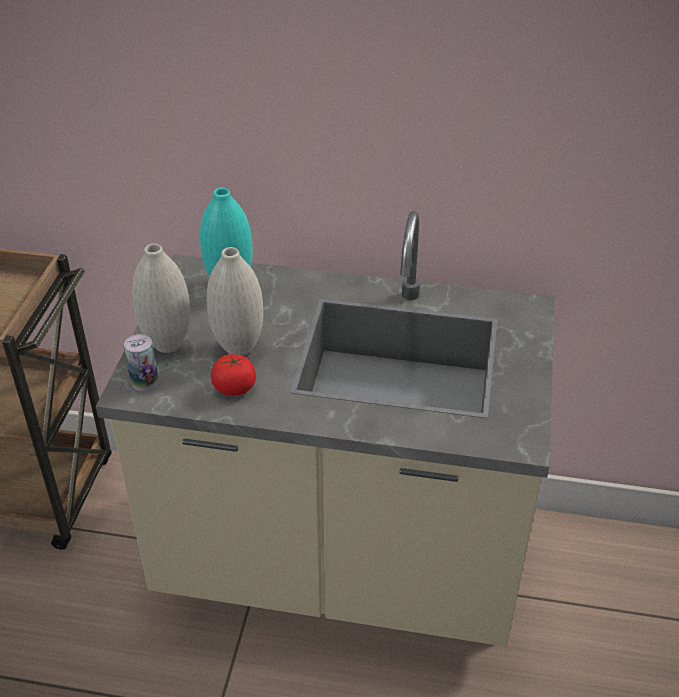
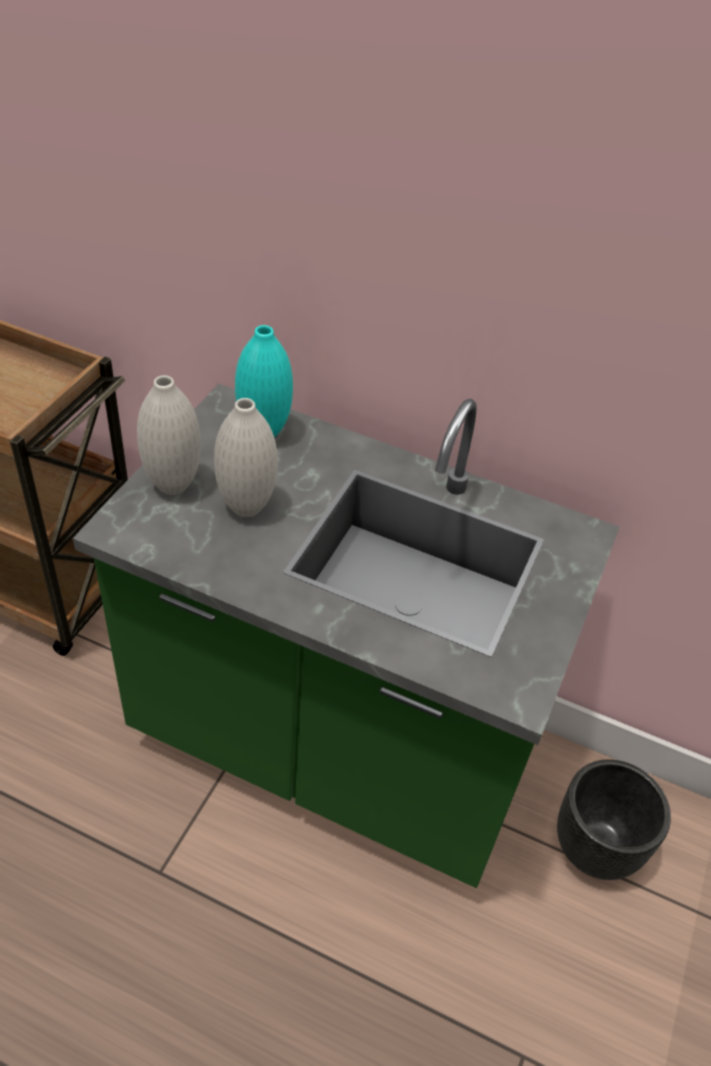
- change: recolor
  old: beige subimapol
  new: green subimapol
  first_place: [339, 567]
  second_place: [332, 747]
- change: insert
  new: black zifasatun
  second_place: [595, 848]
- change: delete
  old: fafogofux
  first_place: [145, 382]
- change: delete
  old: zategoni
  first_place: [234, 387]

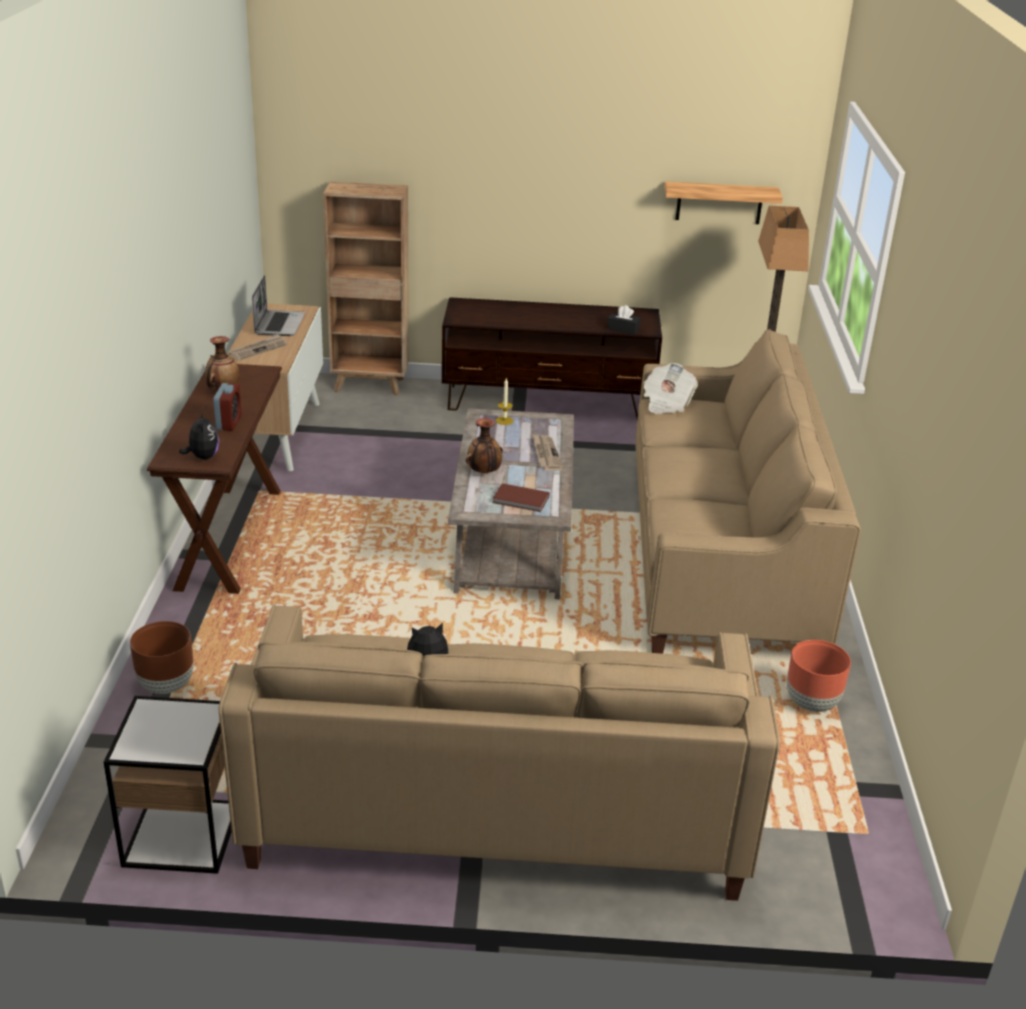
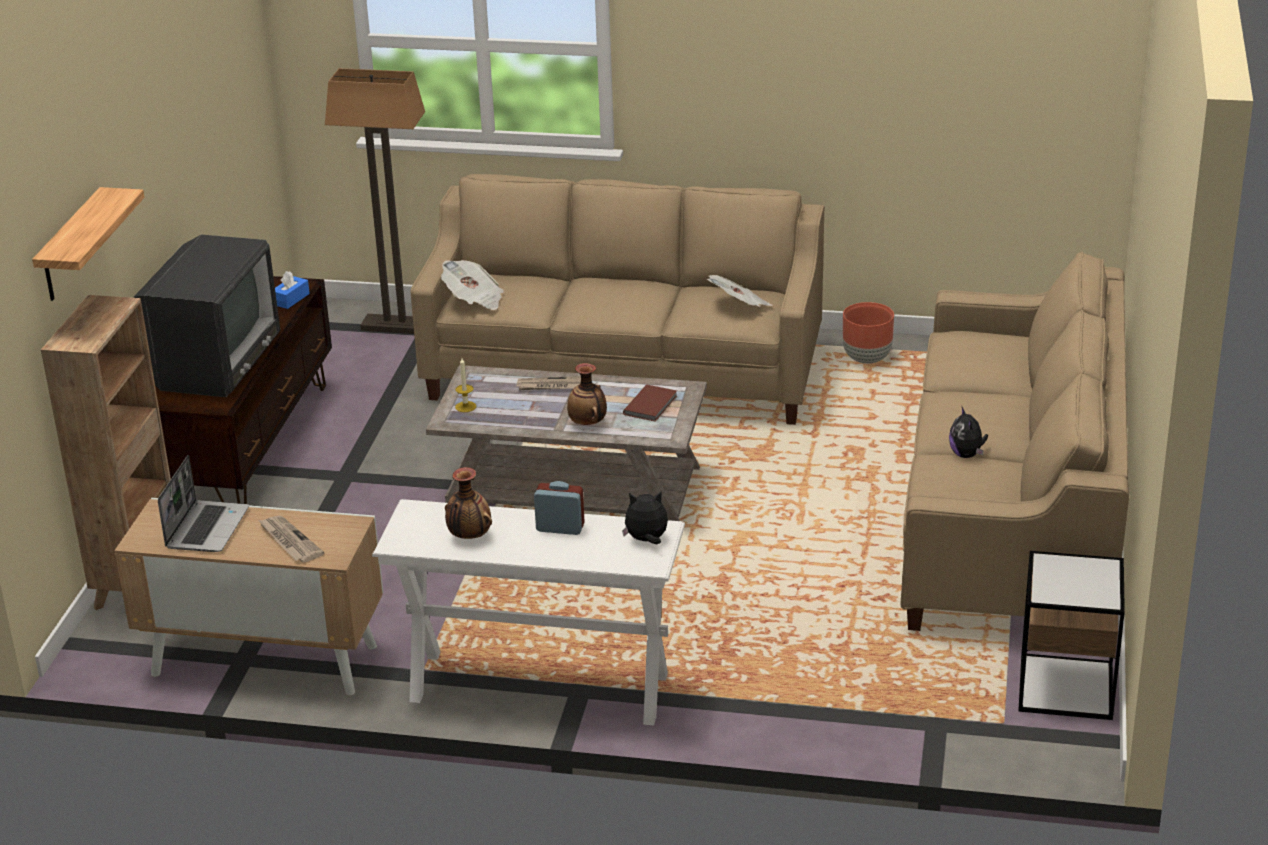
- change: move
  old: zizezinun
  first_place: [719, 203]
  second_place: [71, 247]
- change: insert
  new: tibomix
  second_place: [216, 359]
- change: rotate
  old: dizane
  first_place: [279, 324]
  second_place: [207, 528]
  degrees: 90
- change: recolor
  old: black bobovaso
  new: blue bobovaso
  first_place: [623, 329]
  second_place: [291, 299]
- change: recolor
  old: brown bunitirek
  new: white bunitirek
  first_place: [230, 538]
  second_place: [539, 687]
- change: insert
  new: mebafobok
  second_place: [739, 307]
- change: delete
  old: brown zifasatun
  first_place: [166, 685]

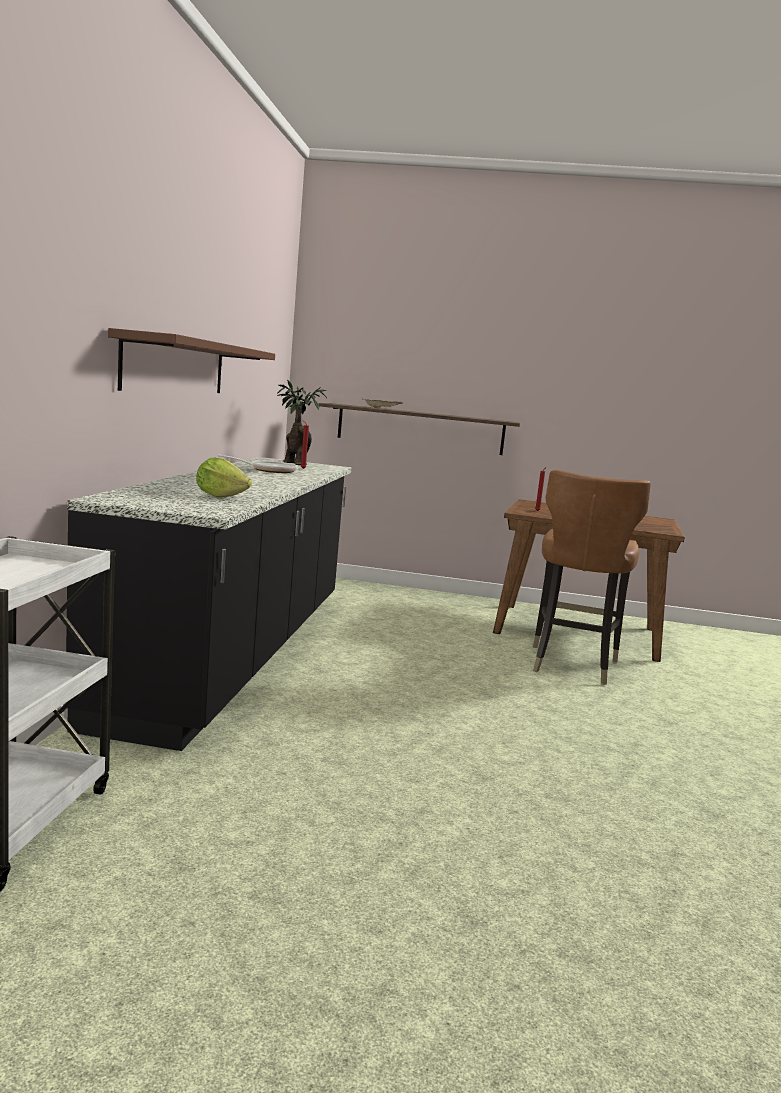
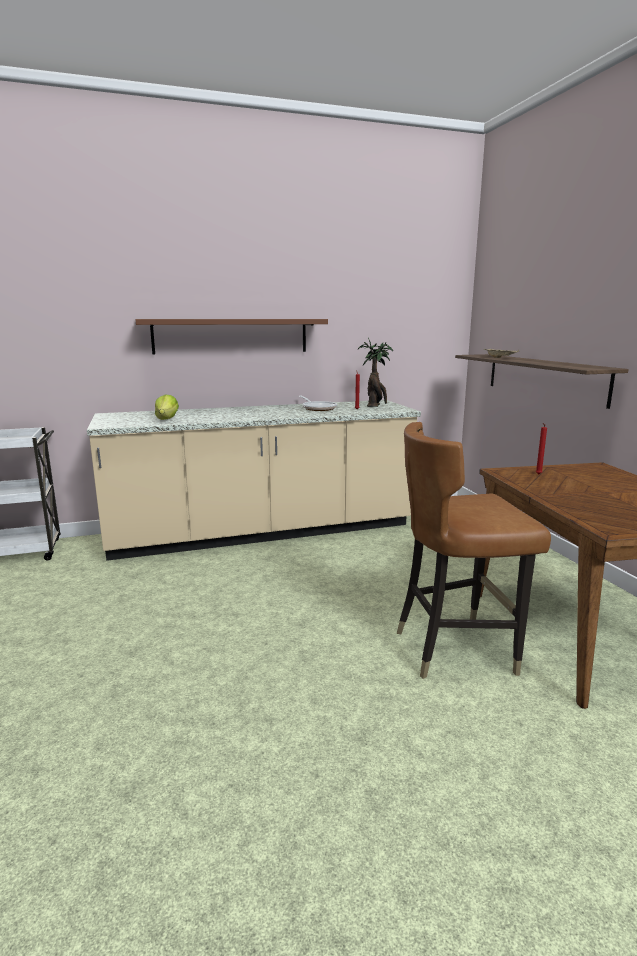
- change: recolor
  old: black subimapol
  new: beige subimapol
  first_place: [236, 653]
  second_place: [263, 532]

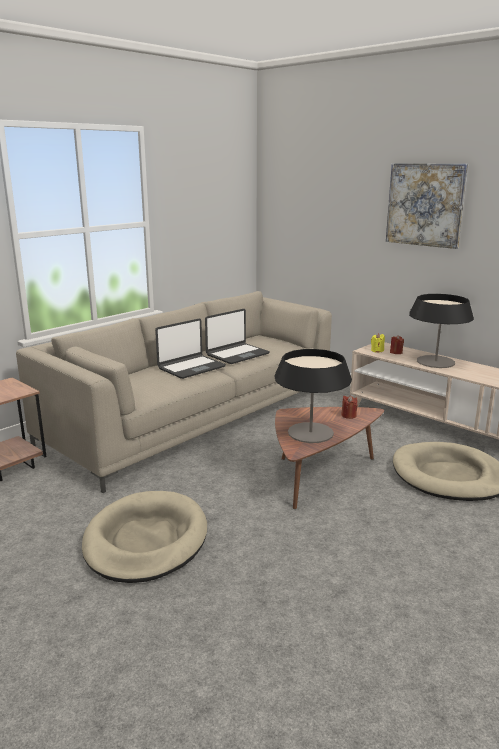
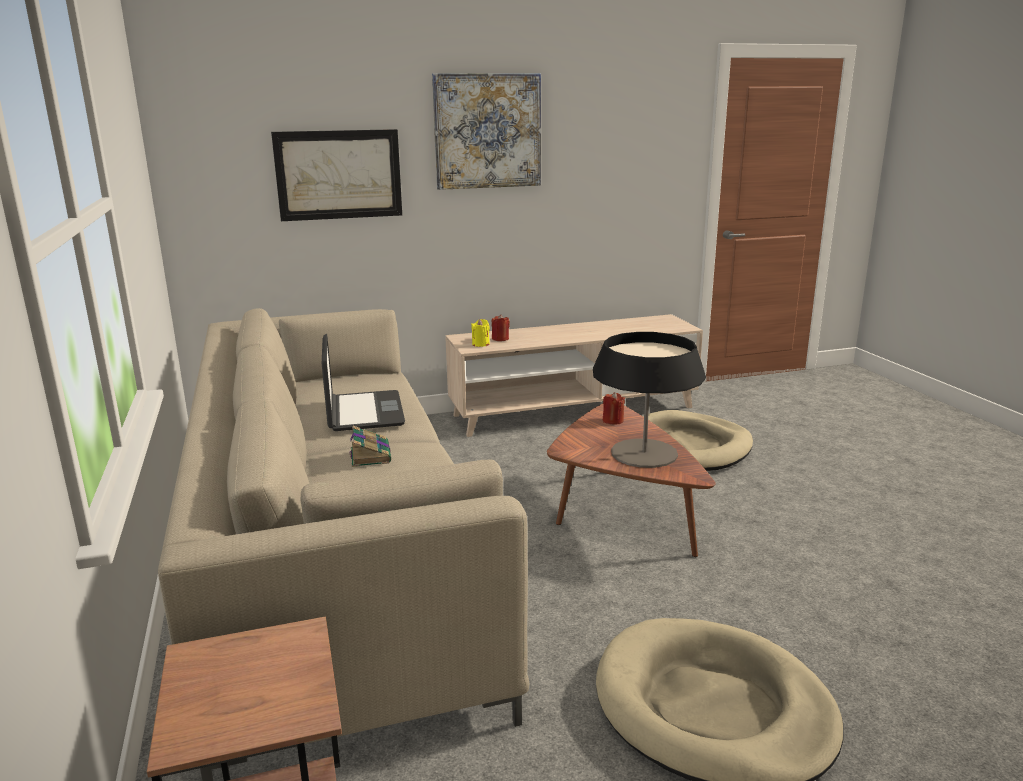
- change: insert
  new: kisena
  second_place: [338, 174]
- change: replace
  old: dizane
  new: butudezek
  first_place: [191, 367]
  second_place: [370, 455]
- change: delete
  old: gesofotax
  first_place: [435, 362]

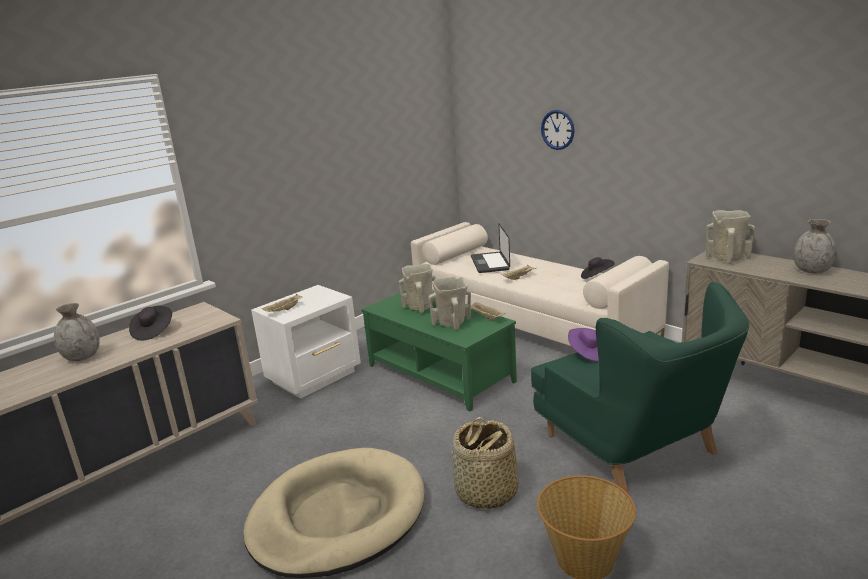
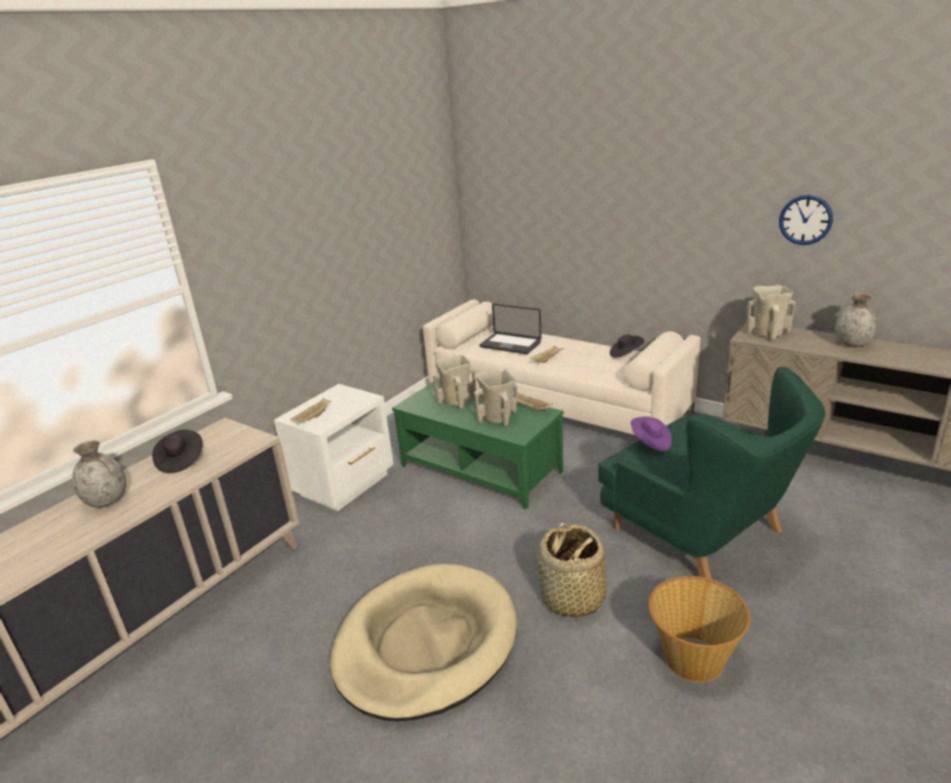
- change: rotate
  old: dizane
  first_place: [490, 263]
  second_place: [510, 345]
  degrees: -45
- change: move
  old: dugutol
  first_place: [557, 129]
  second_place: [805, 220]

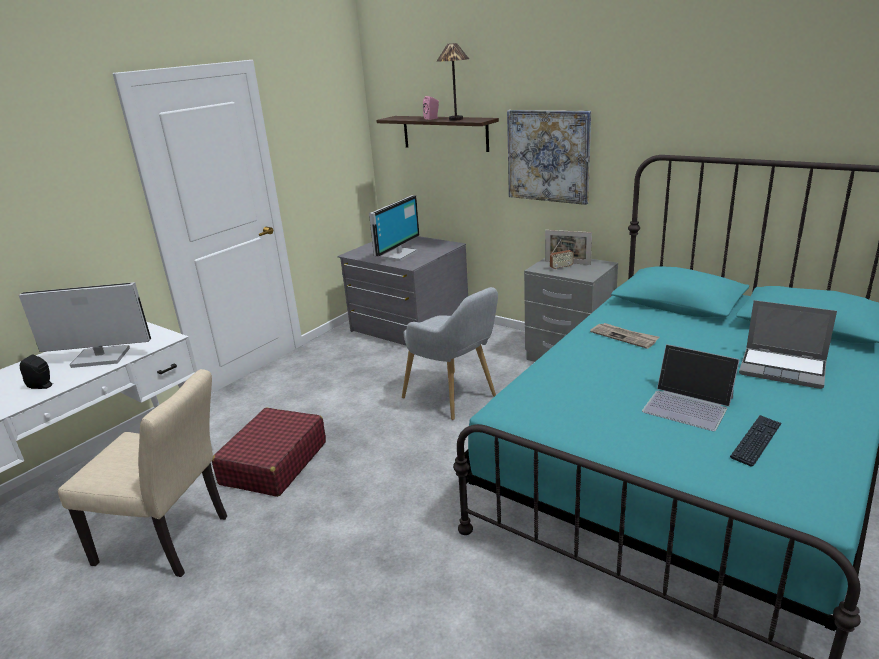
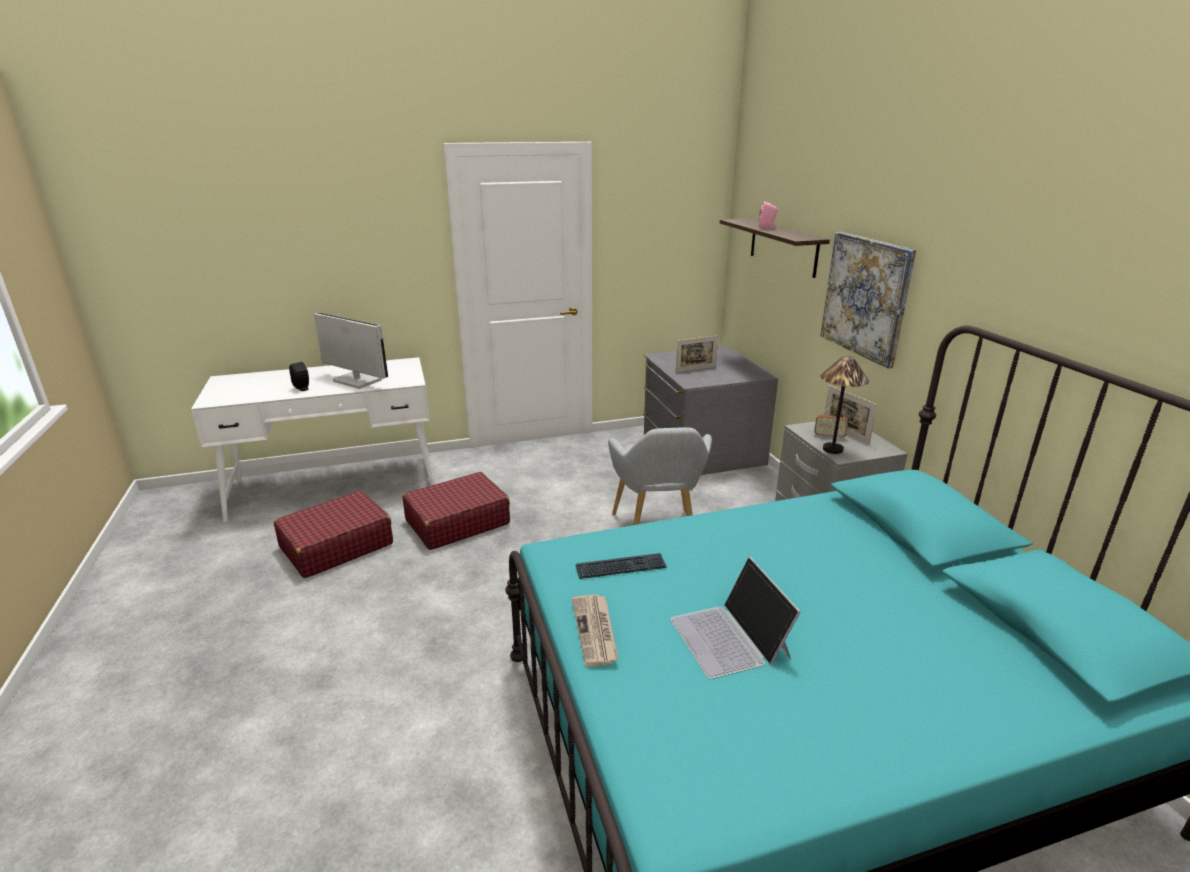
- change: replace
  old: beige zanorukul
  new: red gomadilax
  first_place: [171, 541]
  second_place: [336, 546]
- change: move
  old: mebafobok
  first_place: [624, 337]
  second_place: [595, 631]
- change: move
  old: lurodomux
  first_place: [756, 441]
  second_place: [621, 567]
- change: replace
  old: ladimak
  new: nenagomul
  first_place: [398, 255]
  second_place: [695, 369]
- change: move
  old: gesofotax
  first_place: [455, 119]
  second_place: [832, 449]
- change: delete
  old: dizane
  first_place: [783, 369]

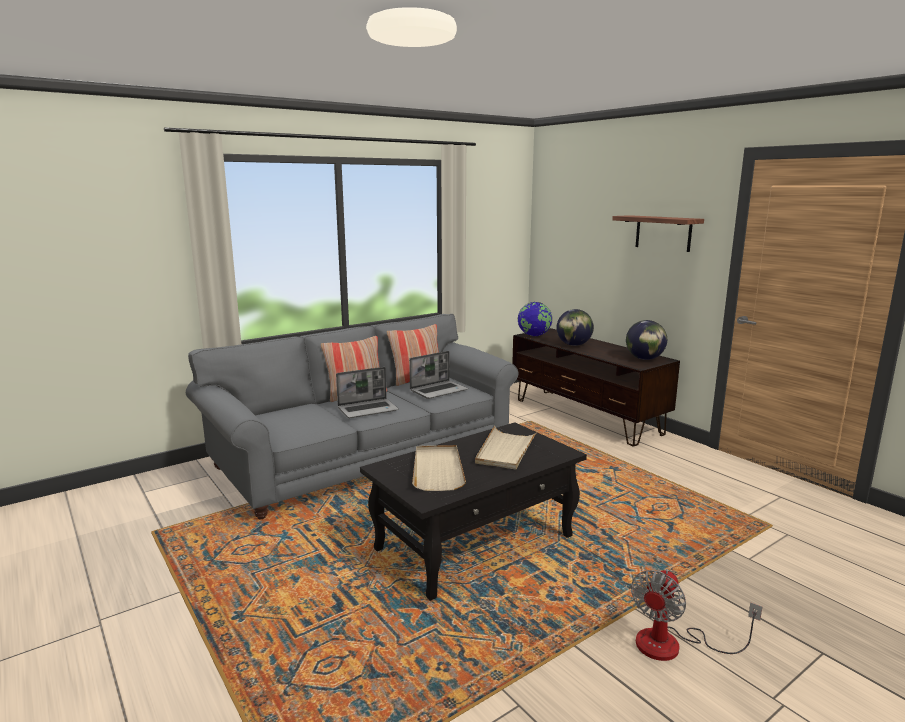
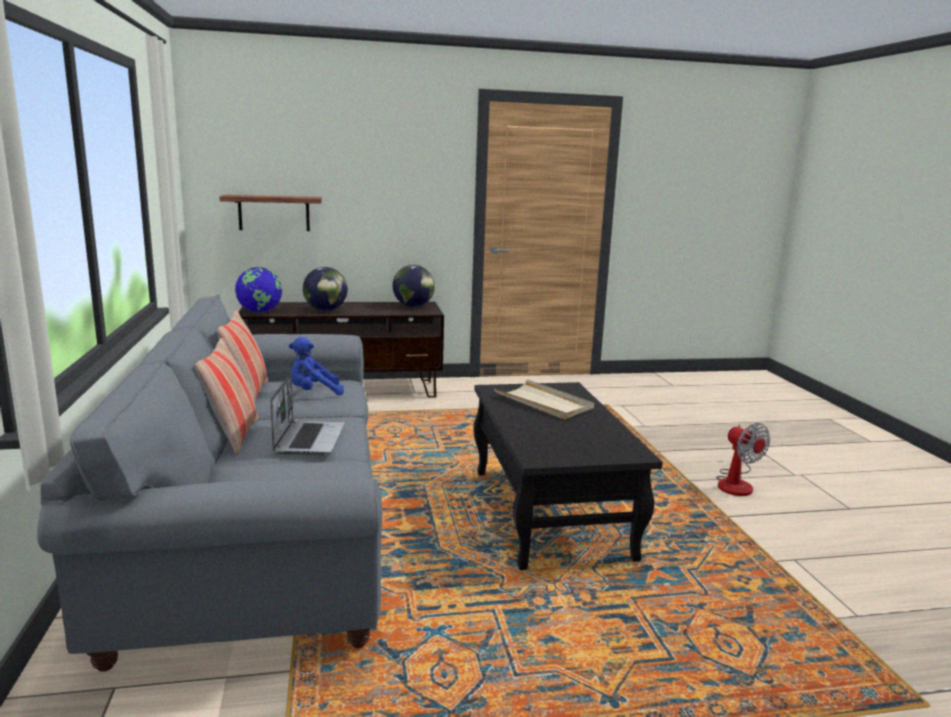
- change: move
  old: zizezinun
  first_place: [663, 233]
  second_place: [274, 213]
- change: replace
  old: dizane
  new: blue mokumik
  first_place: [439, 390]
  second_place: [313, 393]
- change: delete
  old: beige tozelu
  first_place: [437, 470]

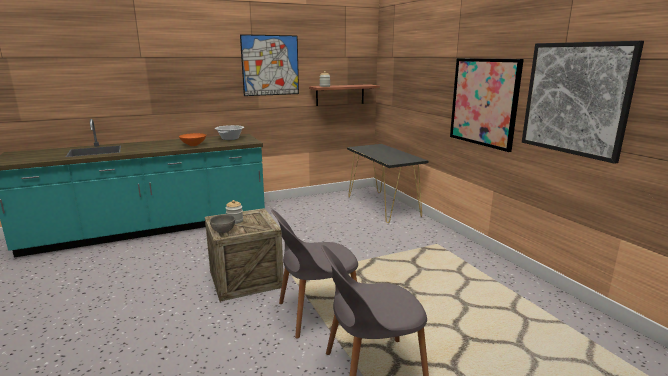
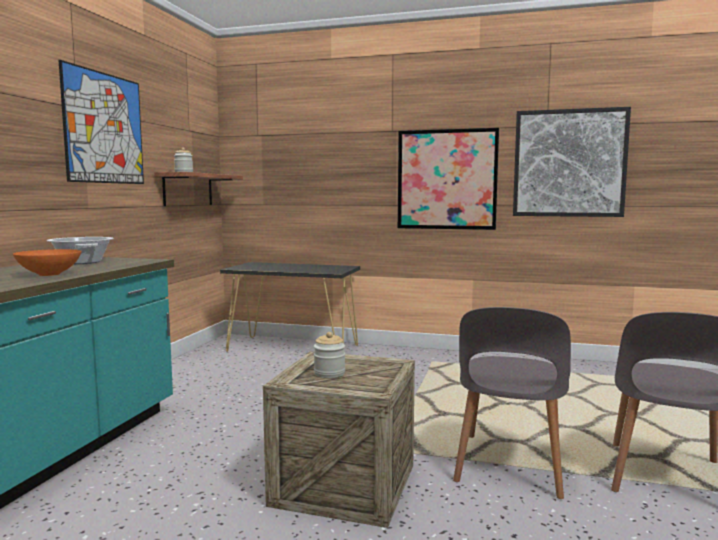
- change: delete
  old: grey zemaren
  first_place: [223, 231]

